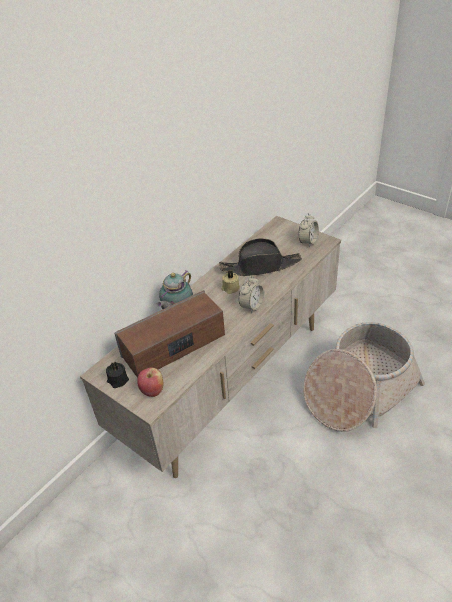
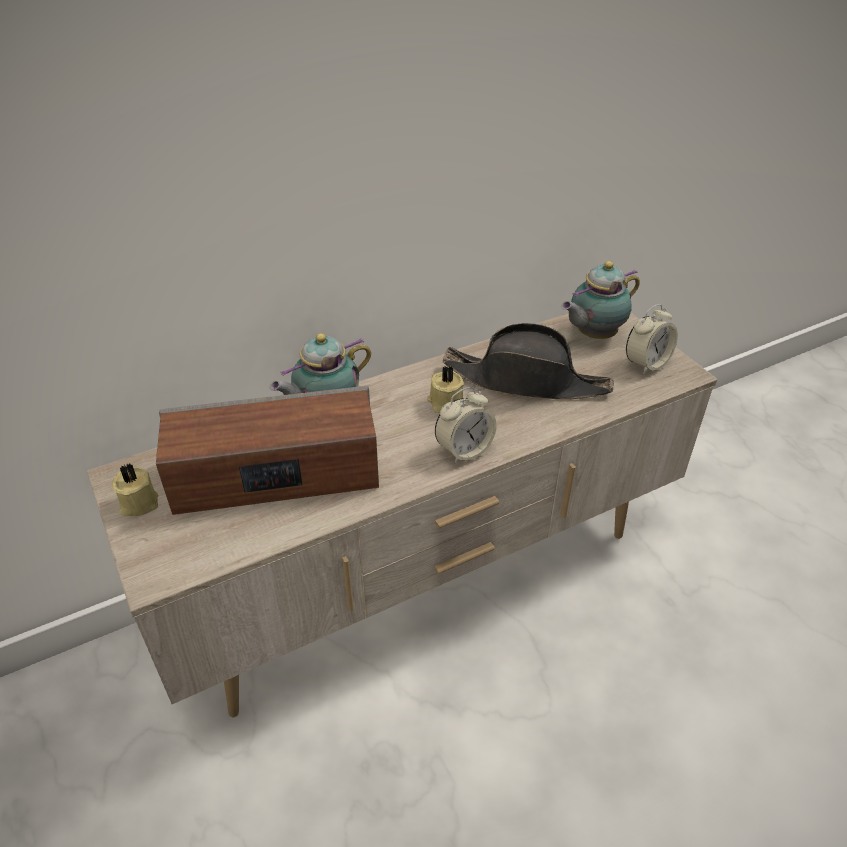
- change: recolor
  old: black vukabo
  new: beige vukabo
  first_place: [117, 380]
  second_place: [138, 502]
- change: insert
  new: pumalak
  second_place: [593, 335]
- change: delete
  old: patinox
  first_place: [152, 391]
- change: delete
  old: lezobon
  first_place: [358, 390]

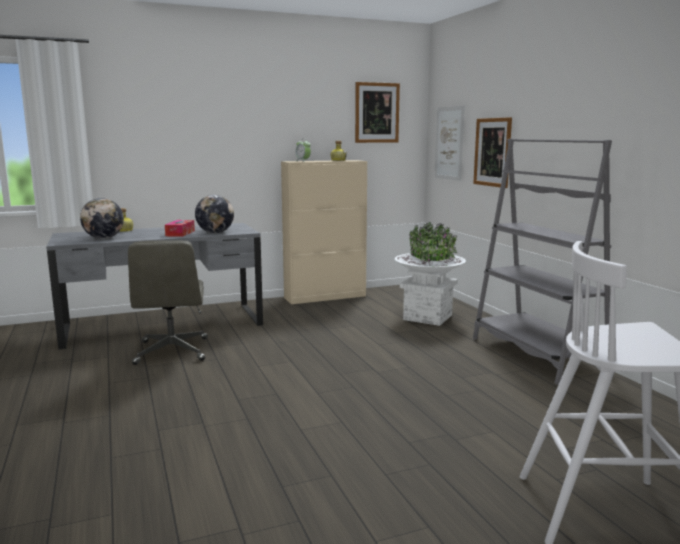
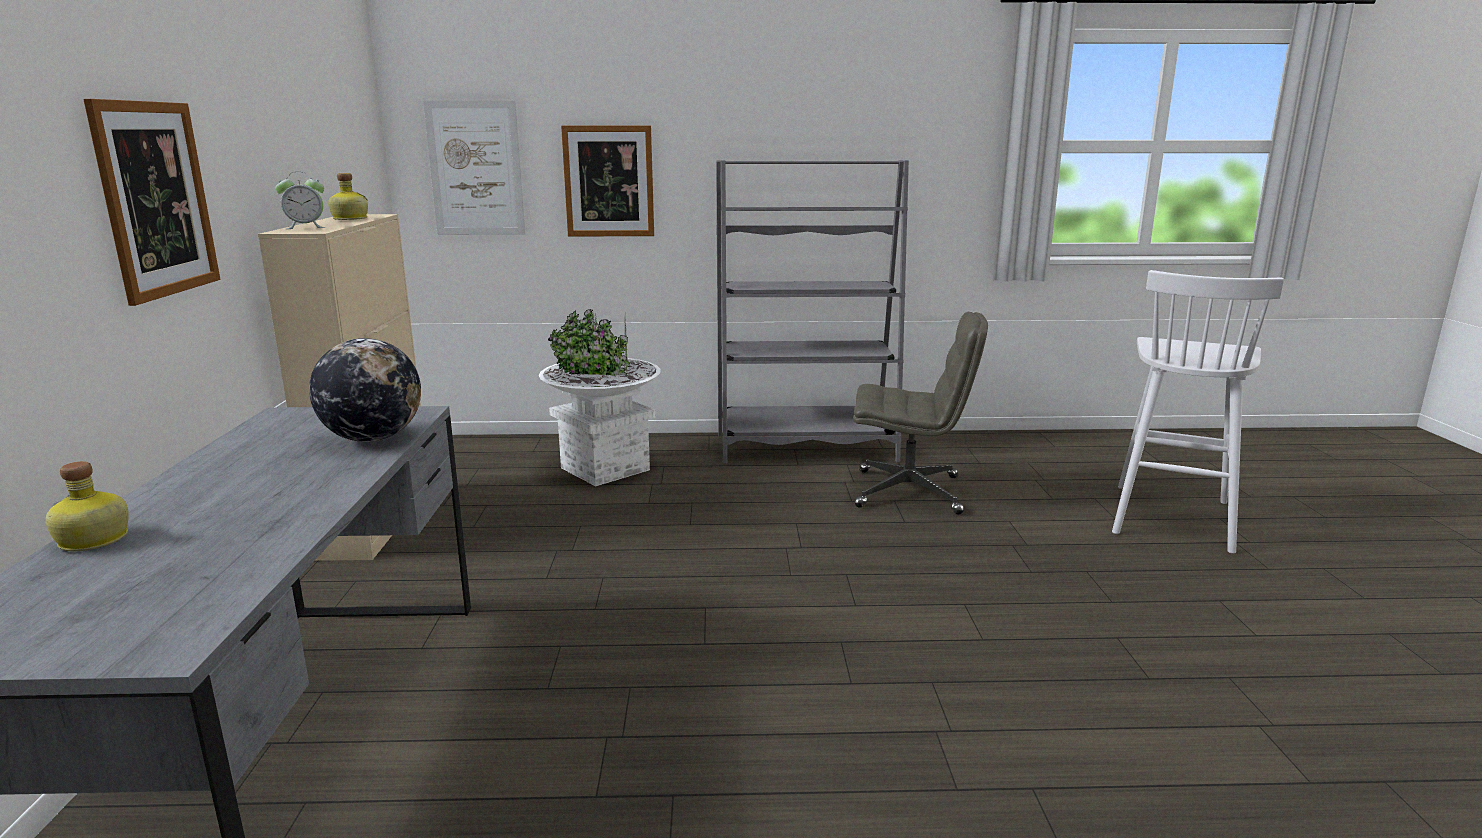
- change: move
  old: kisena
  first_place: [377, 112]
  second_place: [156, 199]
- change: move
  old: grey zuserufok
  first_place: [172, 351]
  second_place: [910, 492]
- change: delete
  old: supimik
  first_place: [104, 238]
- change: delete
  old: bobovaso
  first_place: [180, 233]

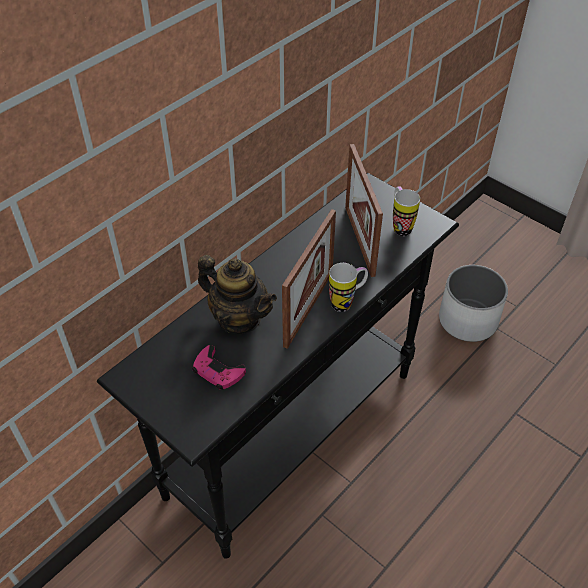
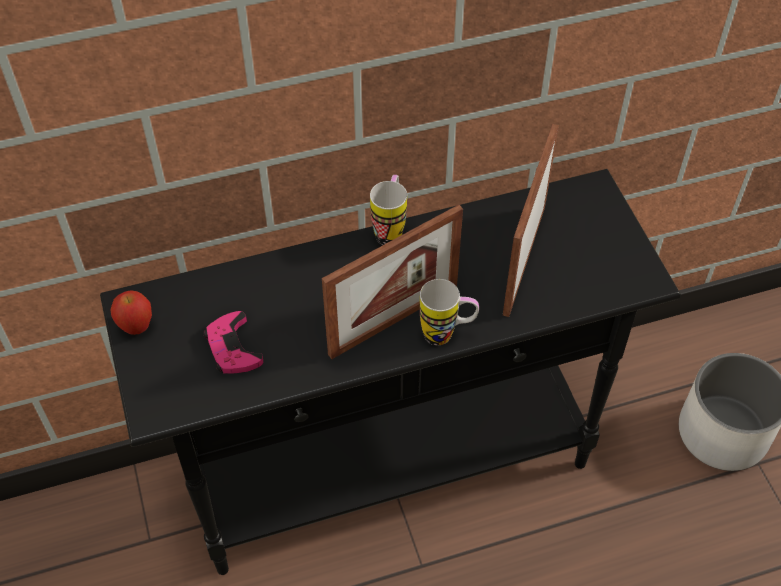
- change: insert
  new: patinox
  second_place: [136, 327]
- change: move
  old: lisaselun
  first_place: [400, 225]
  second_place: [390, 229]
- change: delete
  old: pumalak
  first_place: [239, 318]

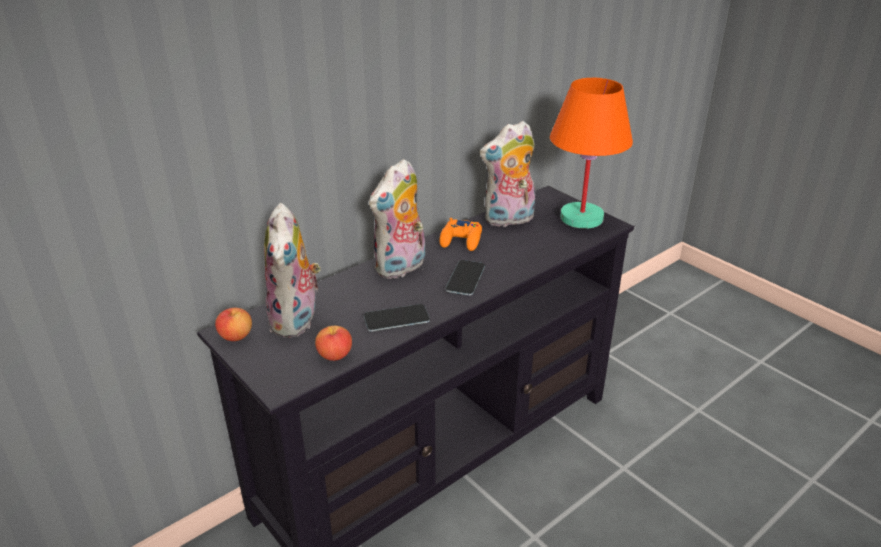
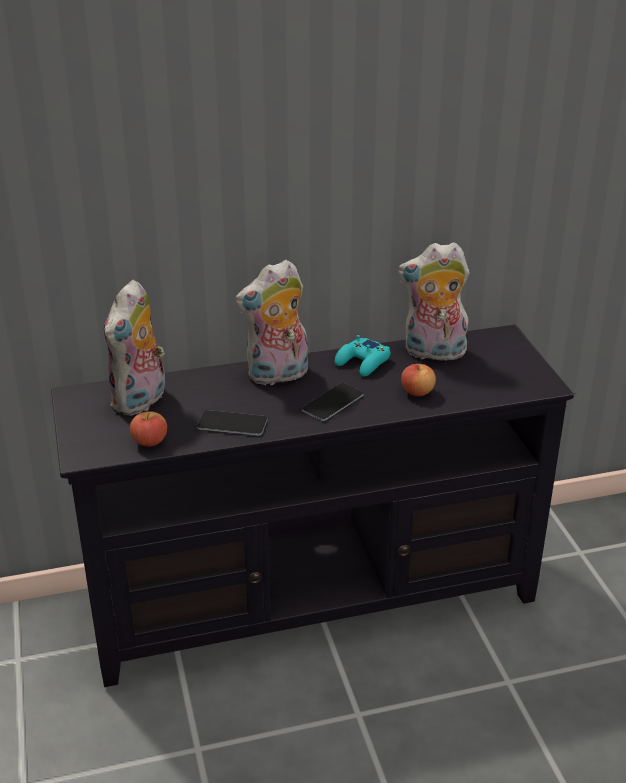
- change: recolor
  old: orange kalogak
  new: turquoise kalogak
  first_place: [461, 240]
  second_place: [363, 362]
- change: move
  old: patinox
  first_place: [236, 336]
  second_place: [417, 392]
- change: delete
  old: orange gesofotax
  first_place: [580, 217]

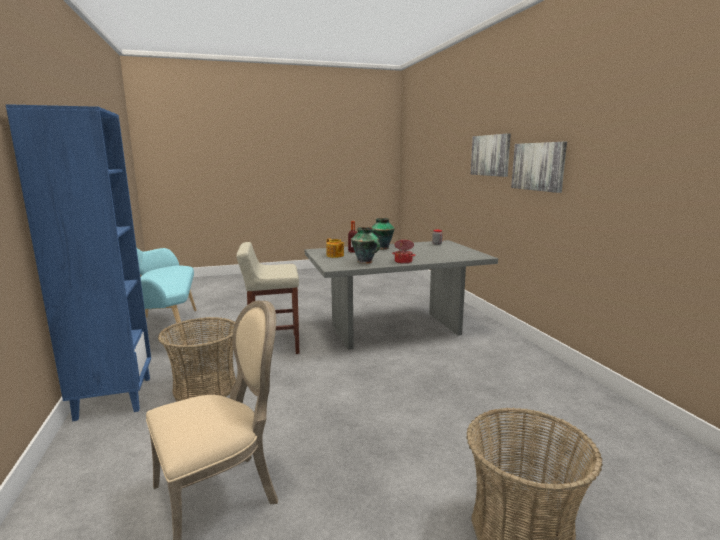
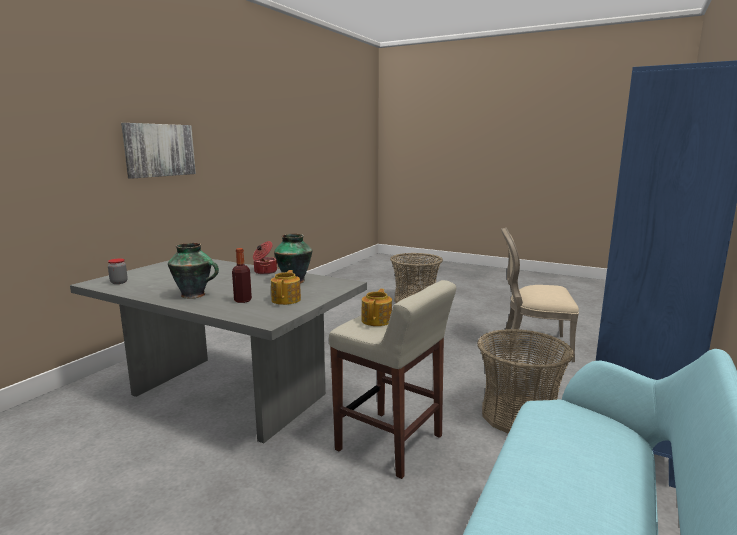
- change: insert
  new: pumalak
  second_place: [377, 320]
- change: delete
  old: kisena
  first_place: [490, 155]

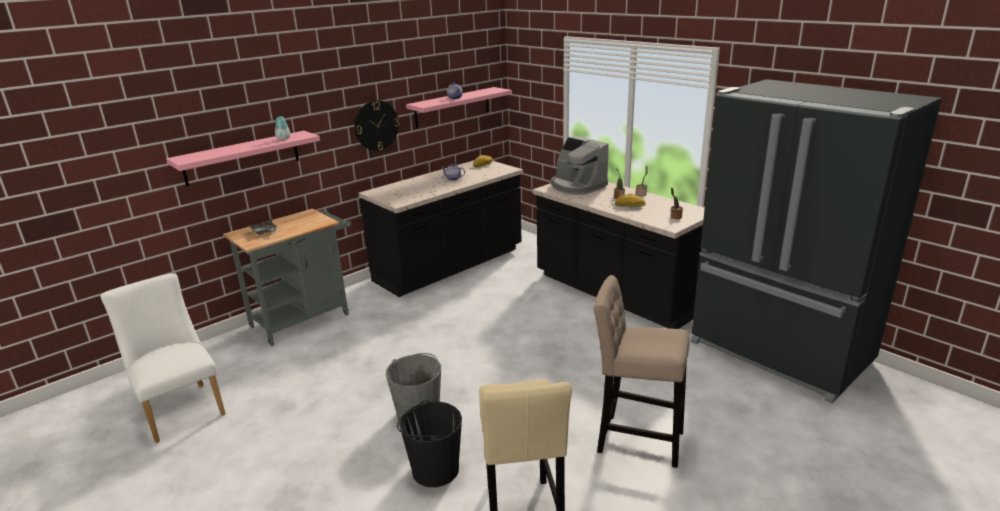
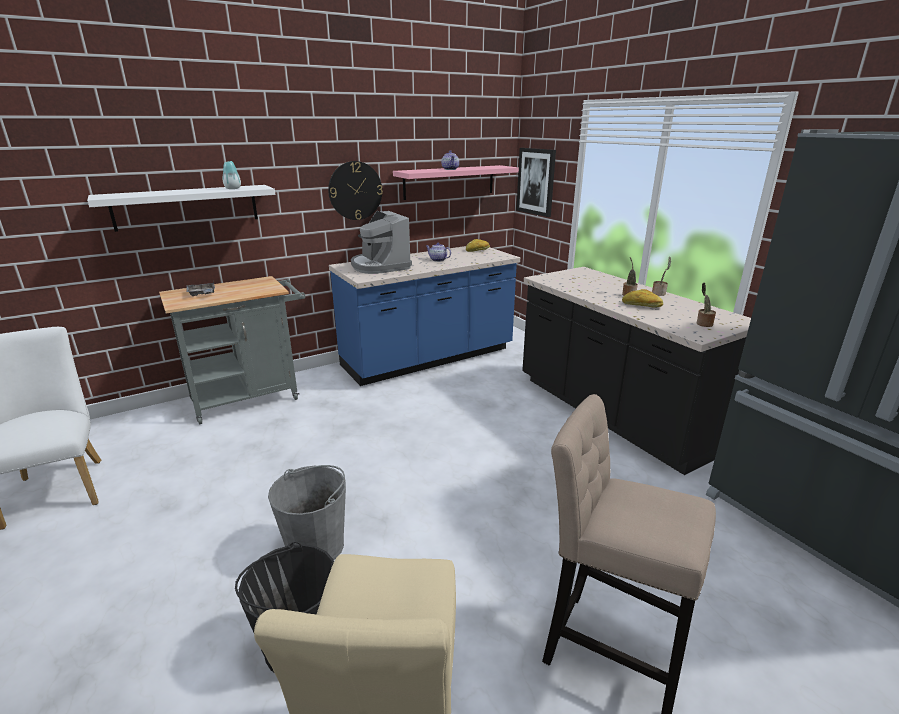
- change: recolor
  old: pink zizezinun
  new: white zizezinun
  first_place: [242, 158]
  second_place: [186, 207]
- change: recolor
  old: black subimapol
  new: blue subimapol
  first_place: [450, 266]
  second_place: [428, 358]
- change: move
  old: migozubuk
  first_place: [577, 186]
  second_place: [380, 266]
- change: insert
  new: kisena
  second_place: [536, 181]

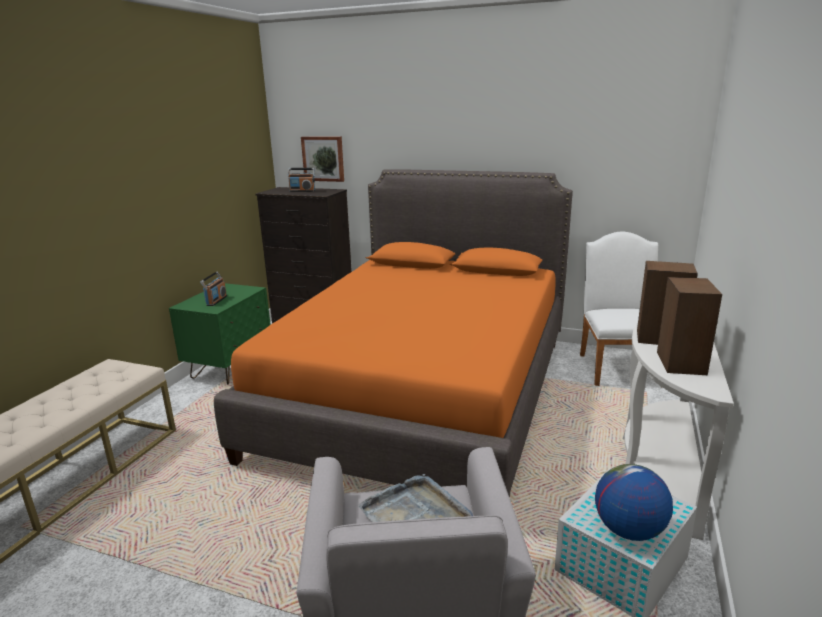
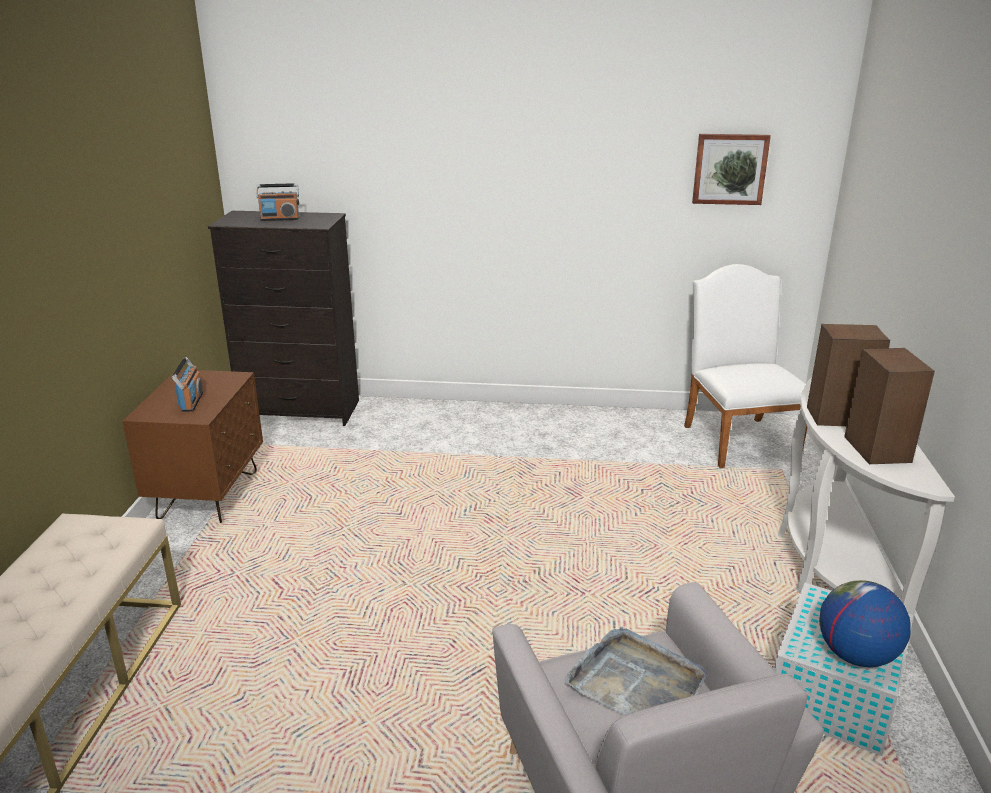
- change: recolor
  old: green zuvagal
  new: brown zuvagal
  first_place: [230, 367]
  second_place: [208, 495]
- change: move
  old: kisena
  first_place: [323, 158]
  second_place: [730, 169]
- change: delete
  old: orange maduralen
  first_place: [422, 394]

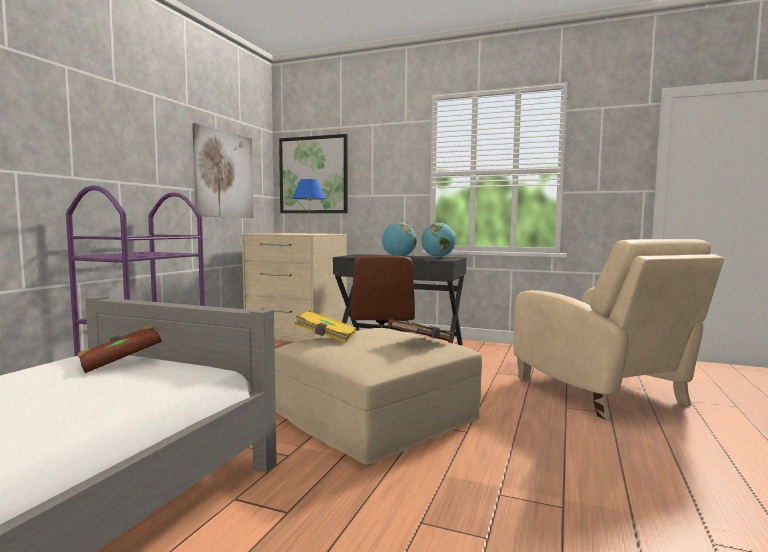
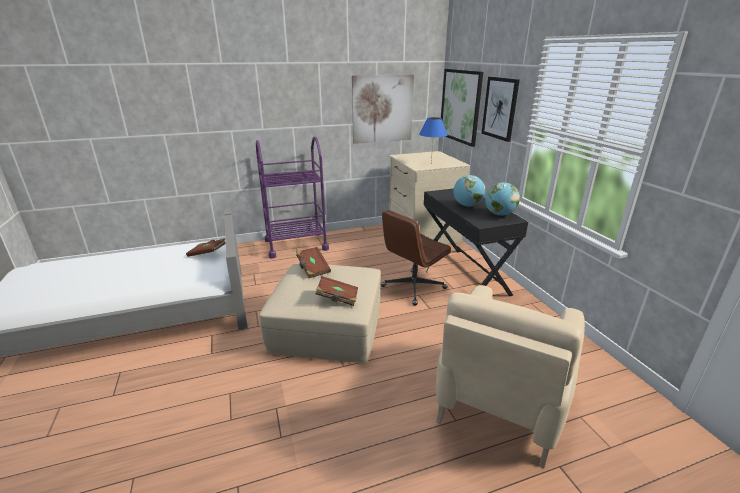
- change: recolor
  old: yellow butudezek
  new: brown butudezek
  first_place: [326, 338]
  second_place: [312, 269]
- change: insert
  new: kisena
  second_place: [500, 108]

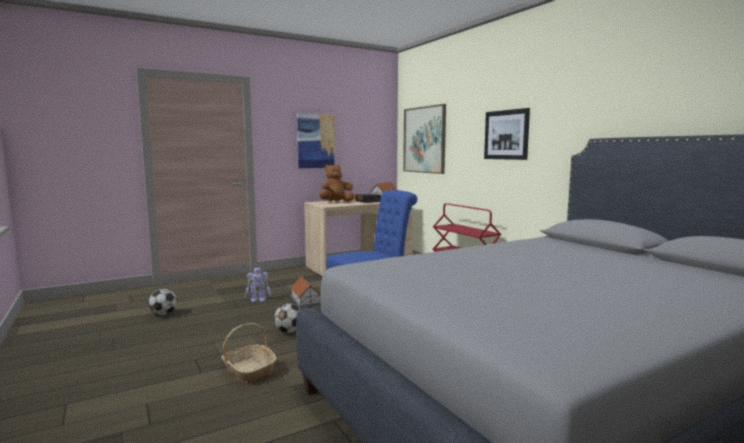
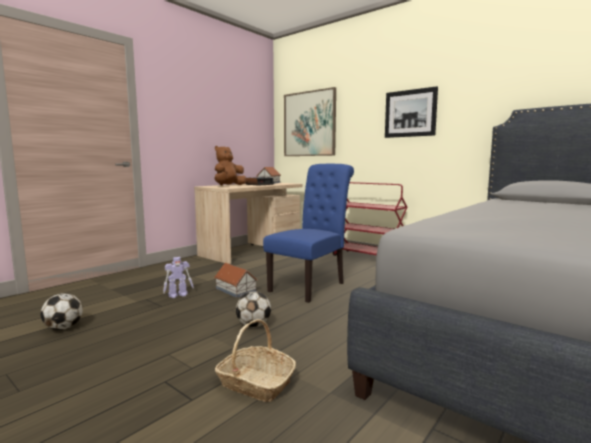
- change: delete
  old: kisena
  first_place: [316, 141]

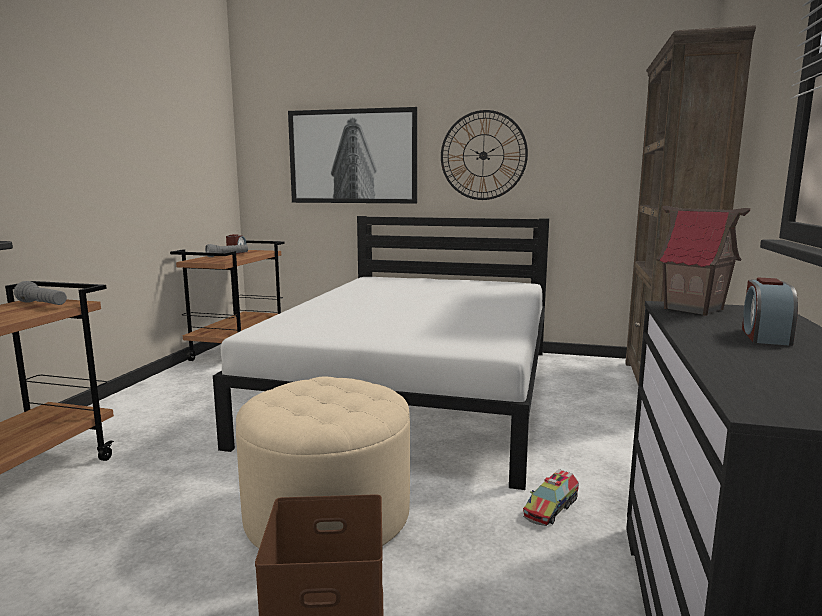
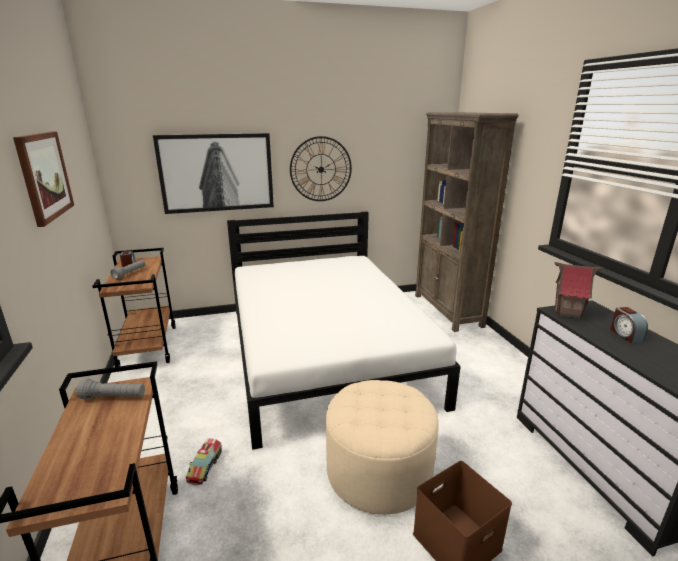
- change: insert
  new: kisena
  second_place: [44, 176]
- change: move
  old: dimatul
  first_place: [551, 508]
  second_place: [205, 466]

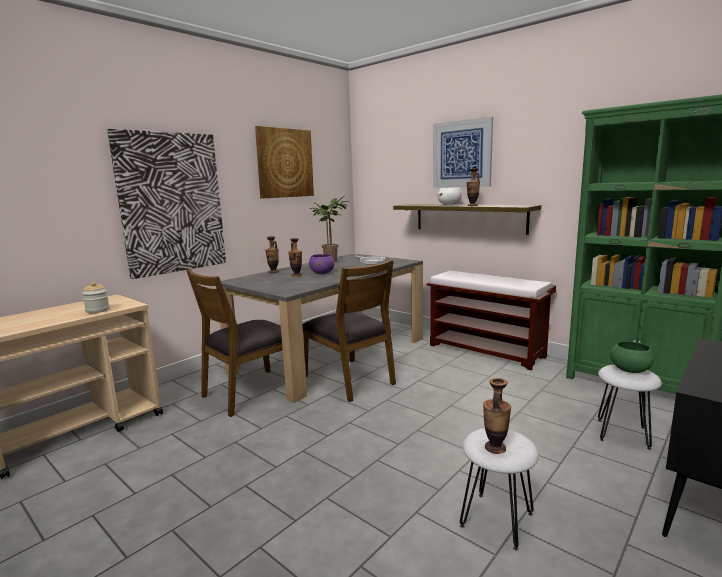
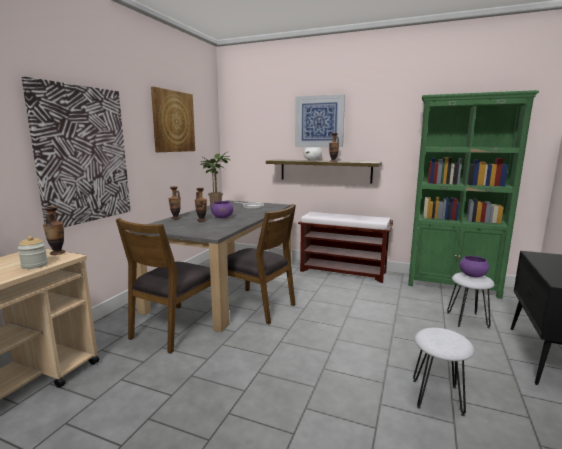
- change: move
  old: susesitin
  first_place: [495, 448]
  second_place: [57, 253]
- change: recolor
  old: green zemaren
  new: purple zemaren
  first_place: [630, 370]
  second_place: [472, 276]

